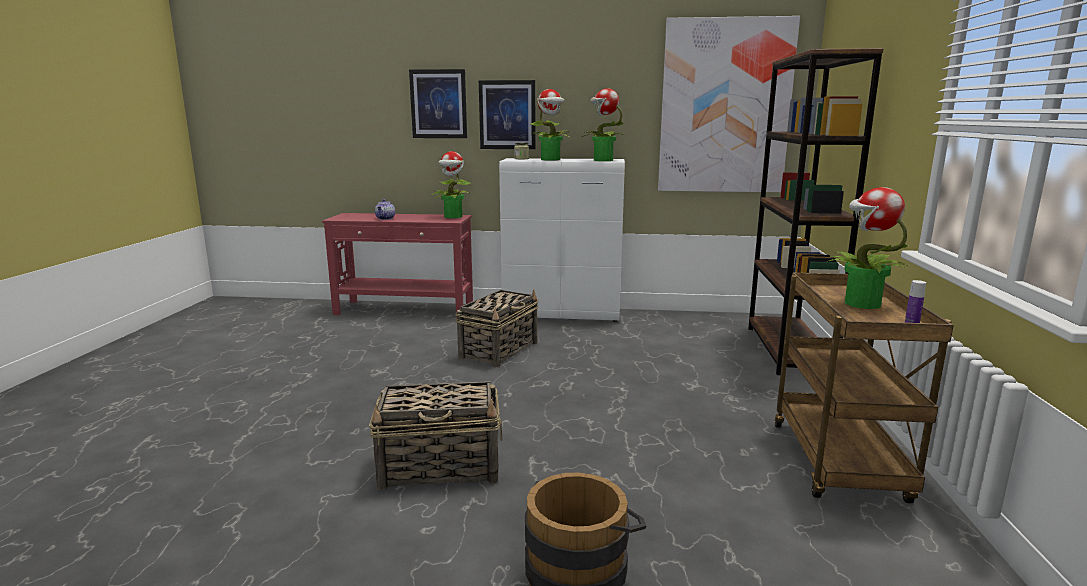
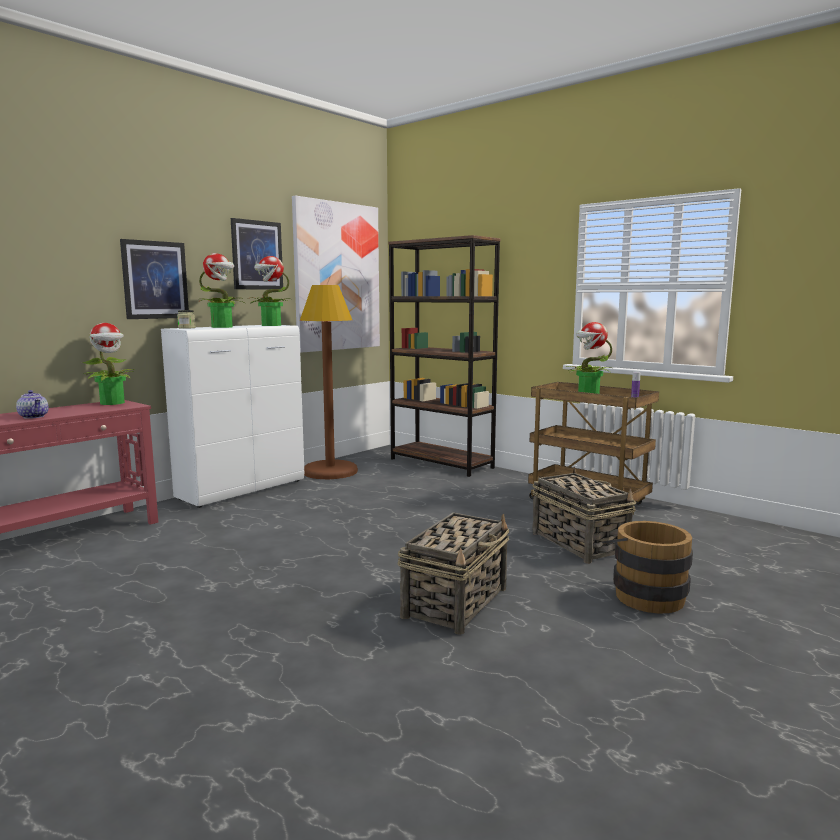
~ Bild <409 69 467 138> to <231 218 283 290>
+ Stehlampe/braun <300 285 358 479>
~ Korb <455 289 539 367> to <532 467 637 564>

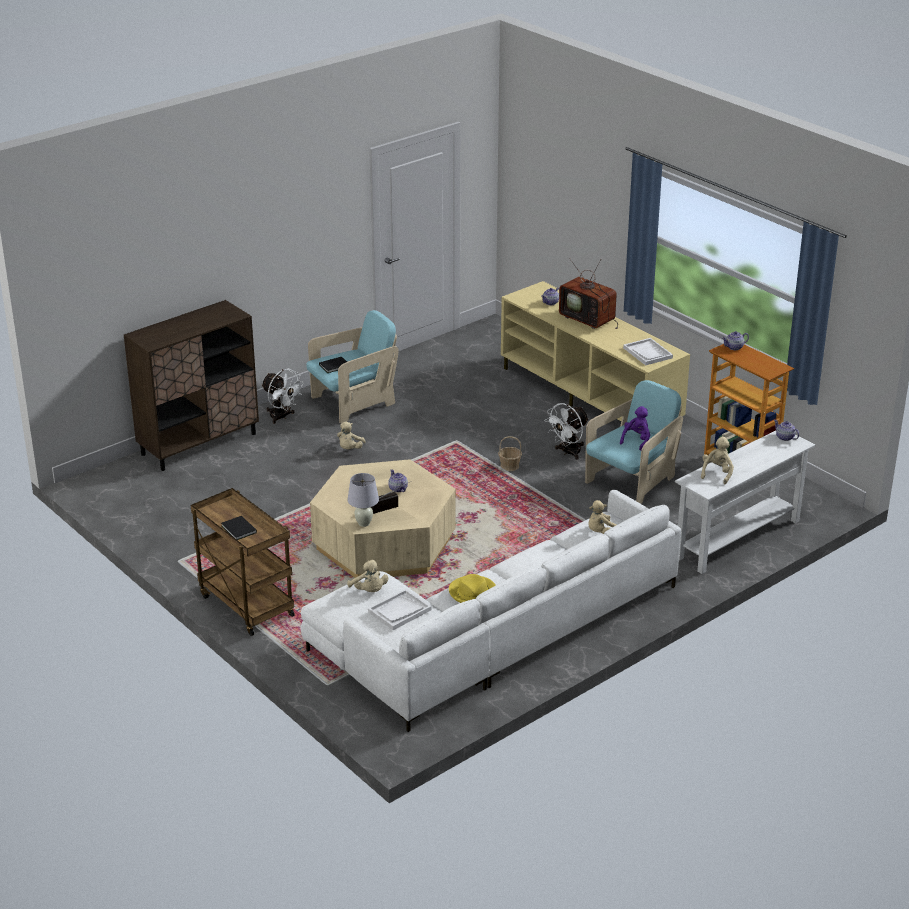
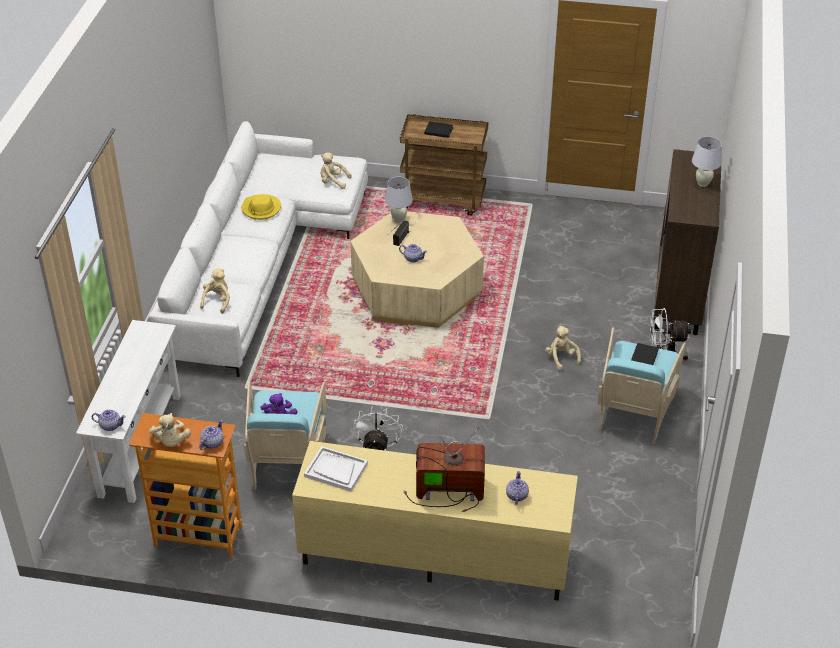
~ Plüschtier/beige <701 437 734 484> to <149 413 191 447>
+ Tischlampe/weiß <692 136 722 187>
- Tablett/weiß <368 589 431 630>
- Korb <498 436 522 471>

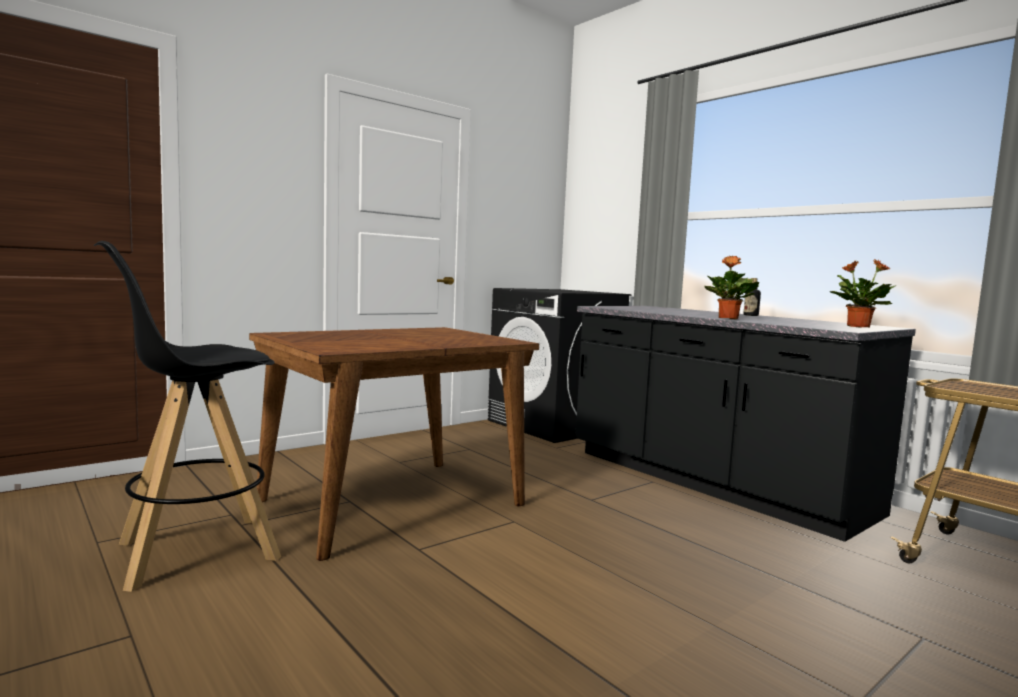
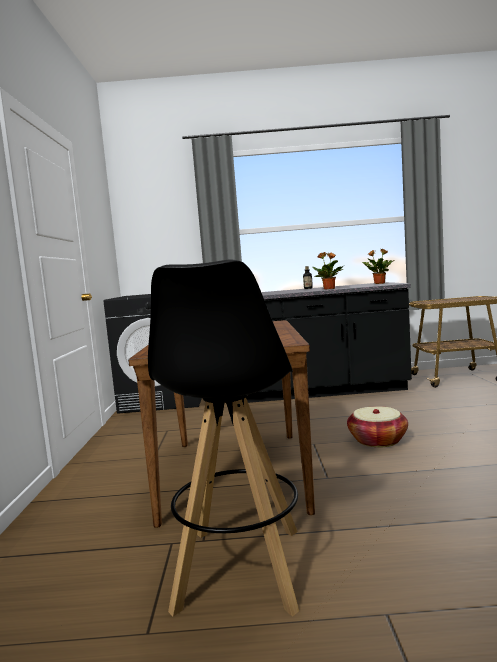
+ Korb <347 406 408 448>

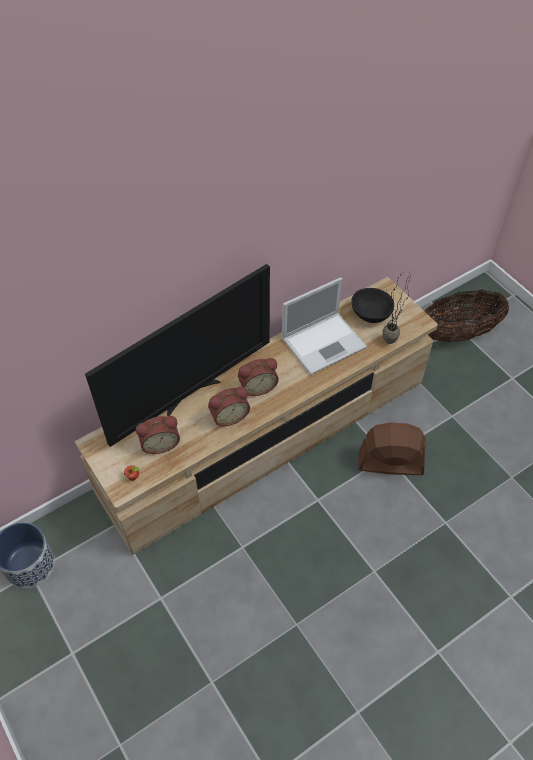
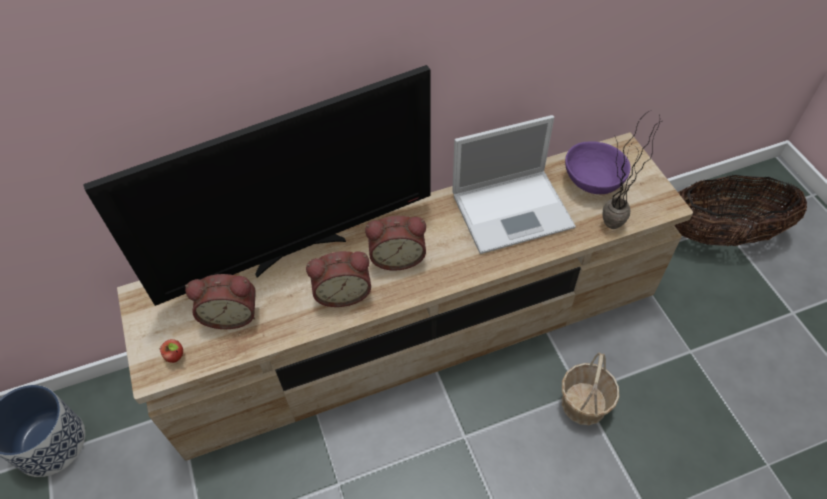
~ Ventilator/braun <358 422 427 475> to Korb <562 352 619 425>
~ Schüssel/schwarz <351 288 394 323> to Schüssel/lila <565 141 631 194>

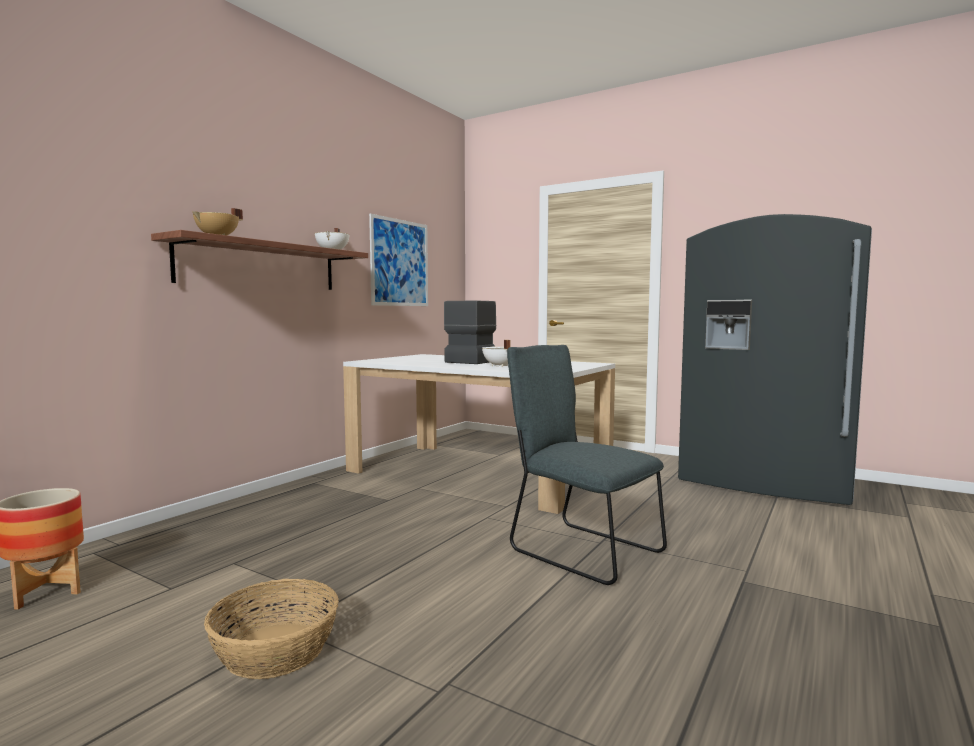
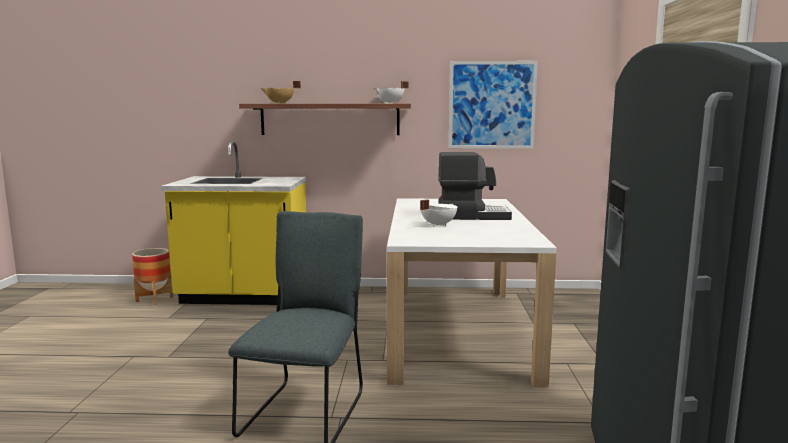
+ Küchenzeile/gelb <161 142 306 305>
- Korb <204 579 339 679>

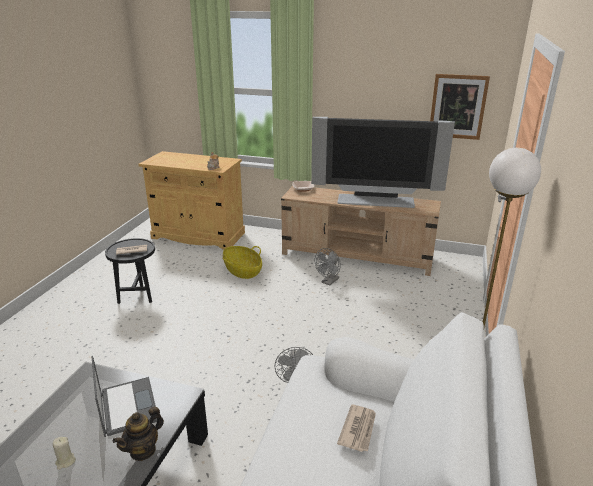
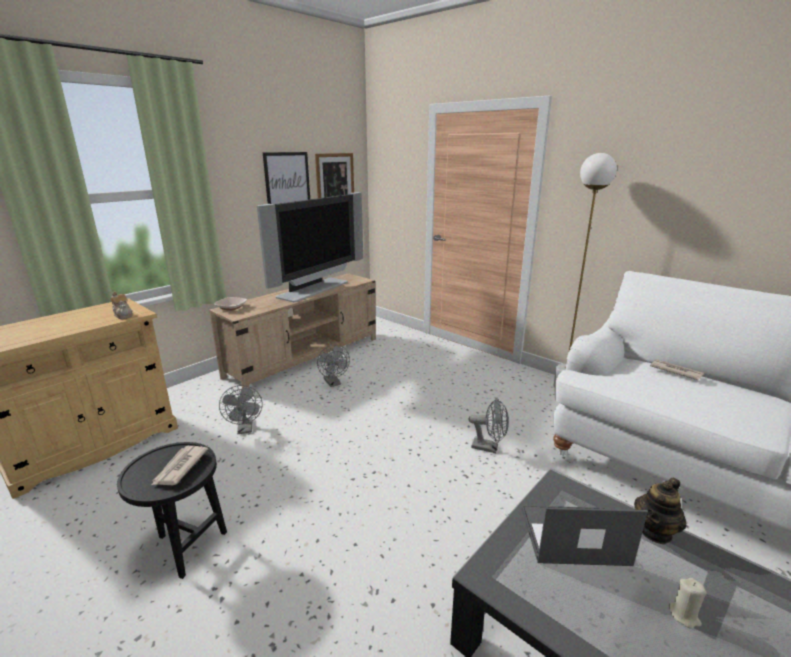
~ Korb <222 246 262 279> to Ventilator/grau <219 385 263 434>
+ Bild <263 152 310 204>
~ Teekanne <113 406 164 461> = <634 478 686 544> 75 degrees clockwise

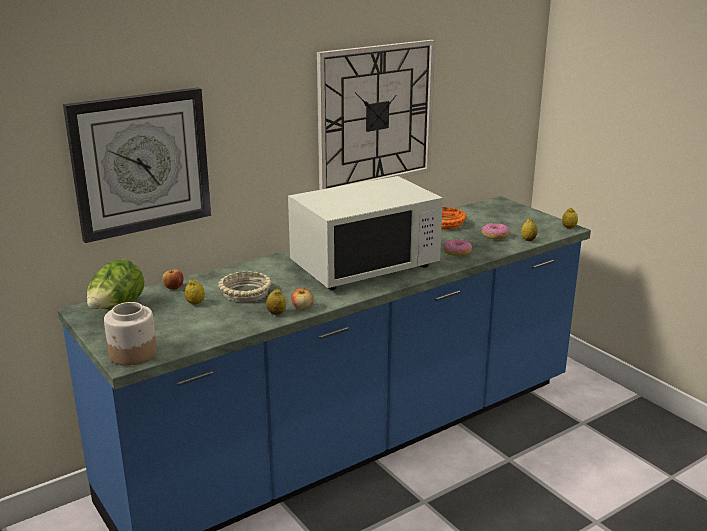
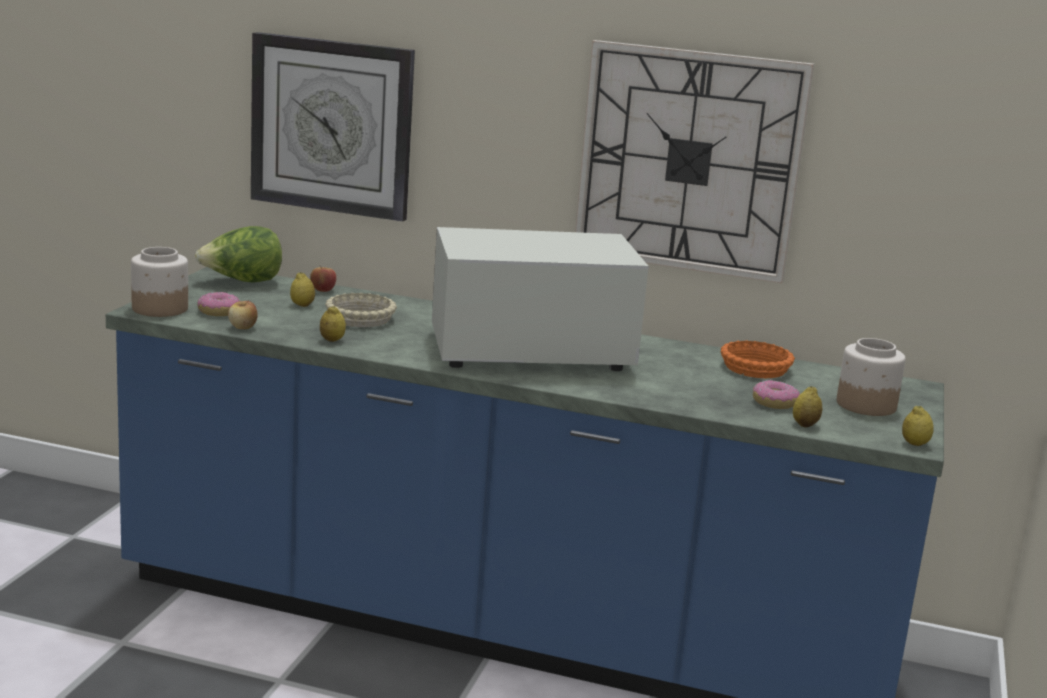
~ Donut <443 239 472 256> to <197 292 240 316>
~ Apfel <291 287 313 310> to <228 300 258 329>
~ Mikrowelle/weiß <288 176 443 290> = <432 227 649 371> 150 degrees clockwise
+ Vorratsglas <837 338 906 416>

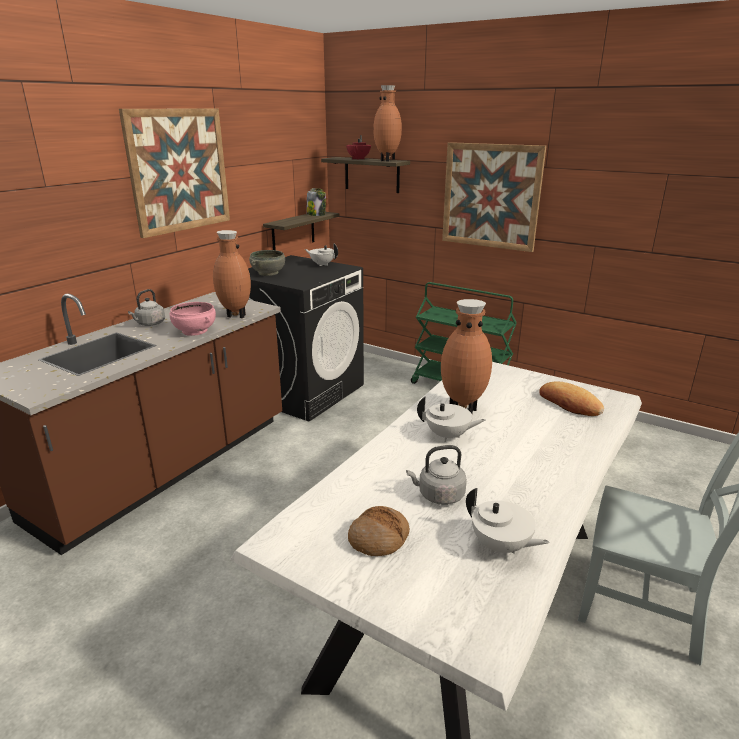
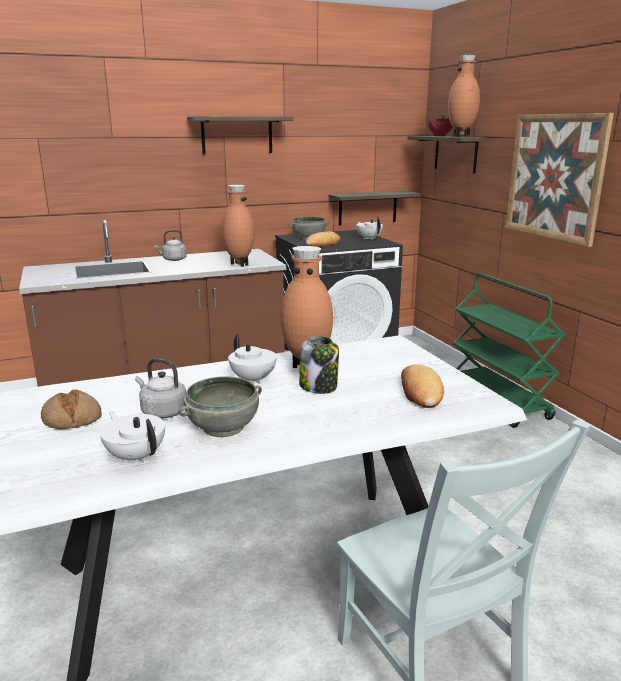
~ Teekanne/weiß <466 488 550 554> = <100 412 165 463> 150 degrees clockwise
+ Schüssel/grau <179 376 262 437>
~ Bild <119 109 230 238> to Wandregal <187 116 294 154>
~ Vorratsglas <306 188 326 216> to <299 336 339 394>
+ Brot <306 231 340 247>
- Schüssel/rosa <169 302 216 336>

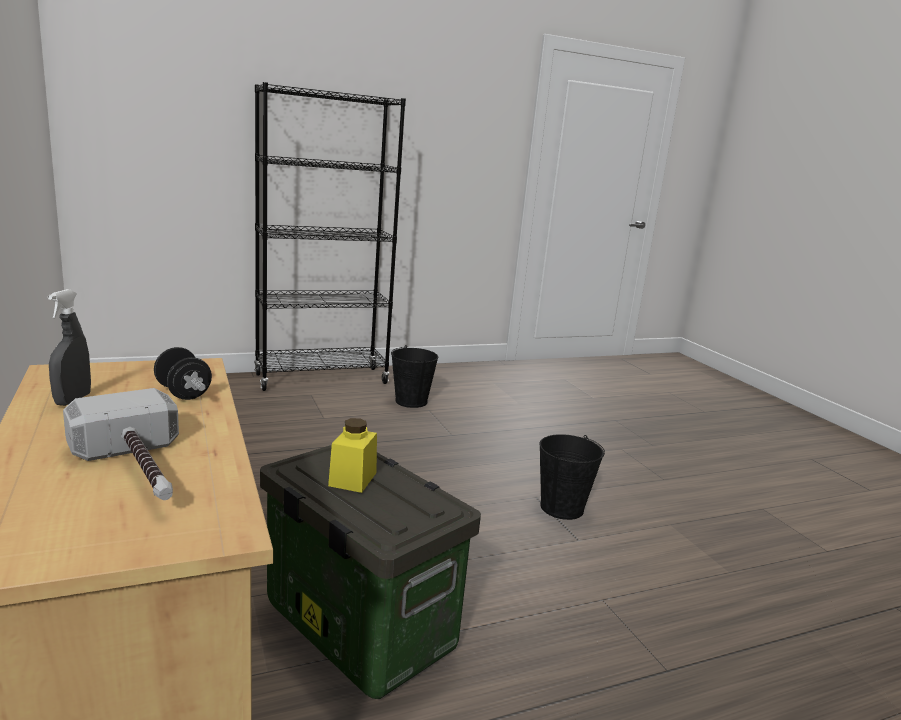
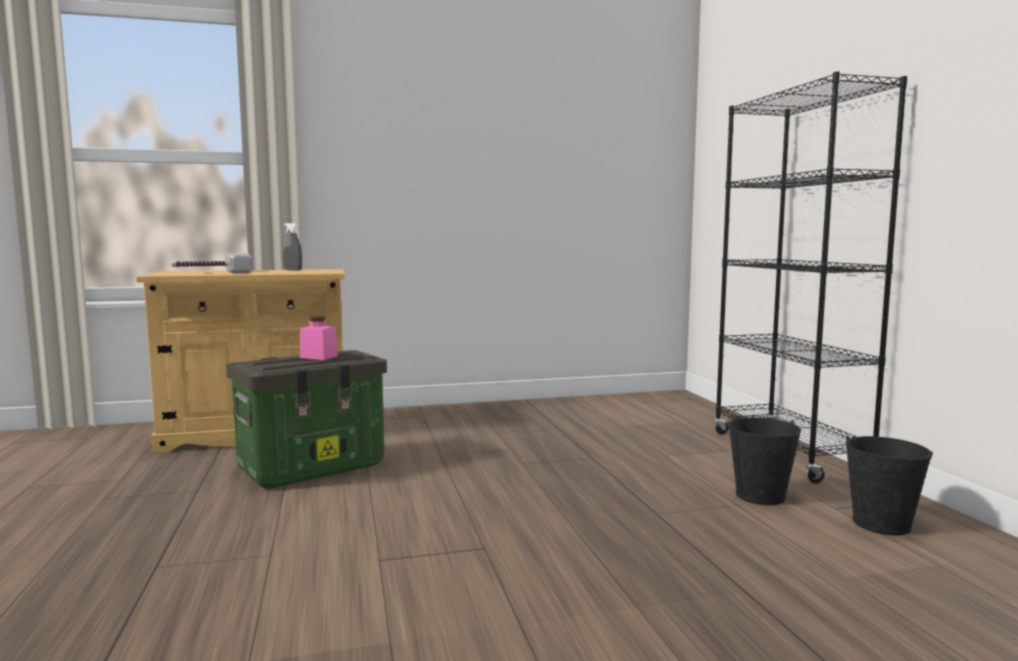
~ Vorratsglas/gelb <328 418 377 493> to Vorratsglas/rosa <300 316 338 360>
~ Eimer/schwarz <539 434 605 520> to <845 435 933 535>
- Hantel/schwarz <154 347 212 400>

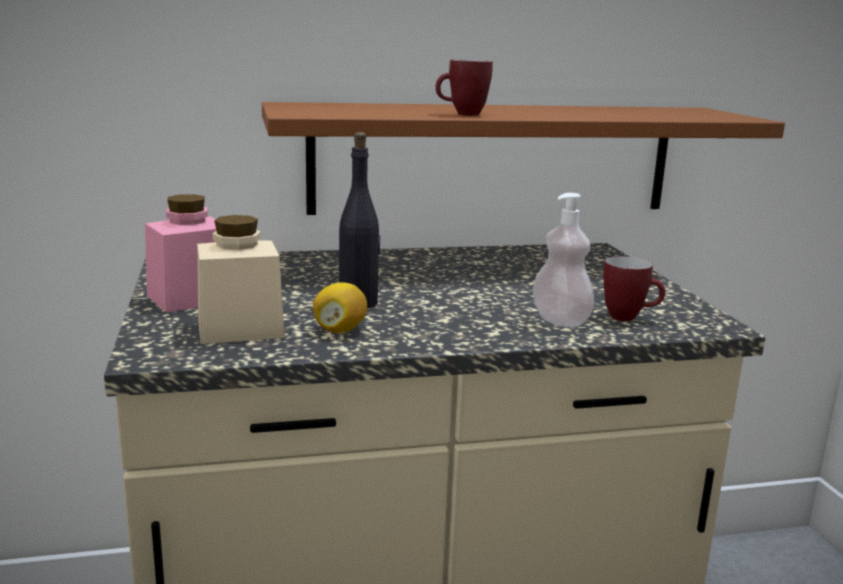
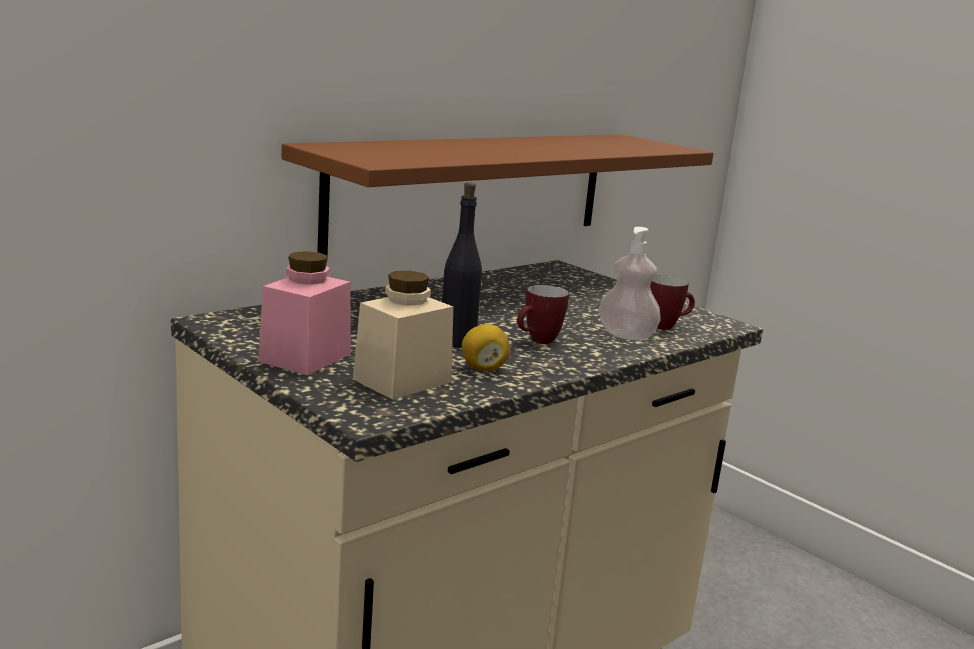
~ Henkelbecher <436 59 493 116> to <517 285 569 344>

